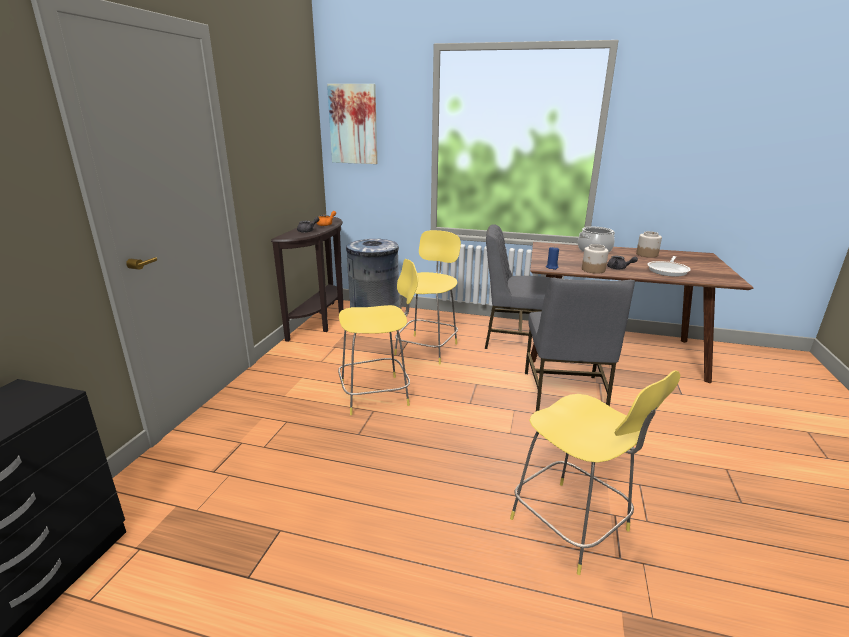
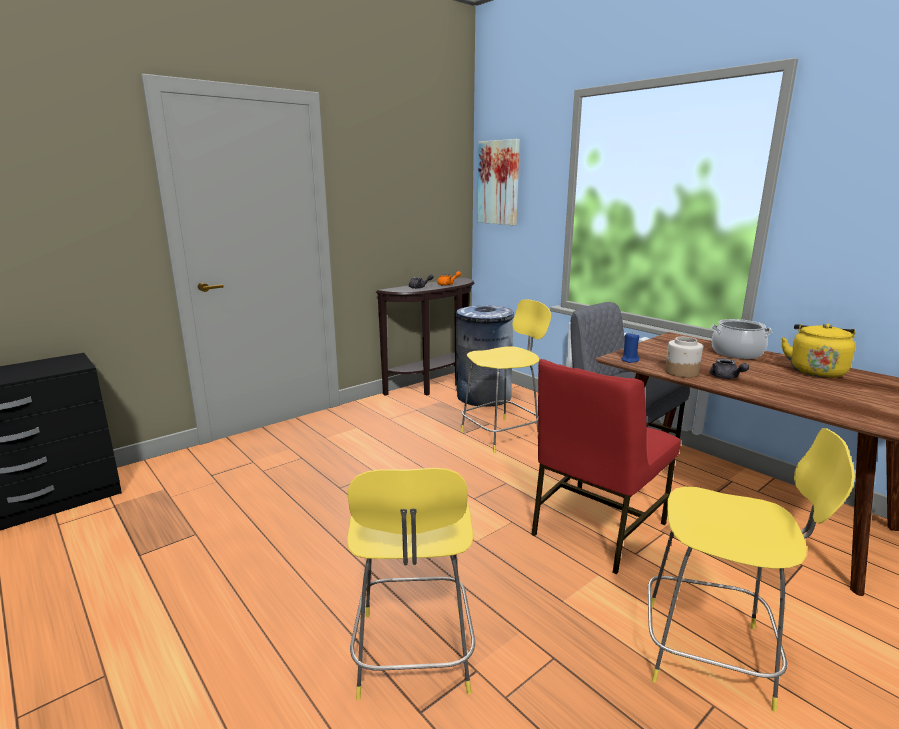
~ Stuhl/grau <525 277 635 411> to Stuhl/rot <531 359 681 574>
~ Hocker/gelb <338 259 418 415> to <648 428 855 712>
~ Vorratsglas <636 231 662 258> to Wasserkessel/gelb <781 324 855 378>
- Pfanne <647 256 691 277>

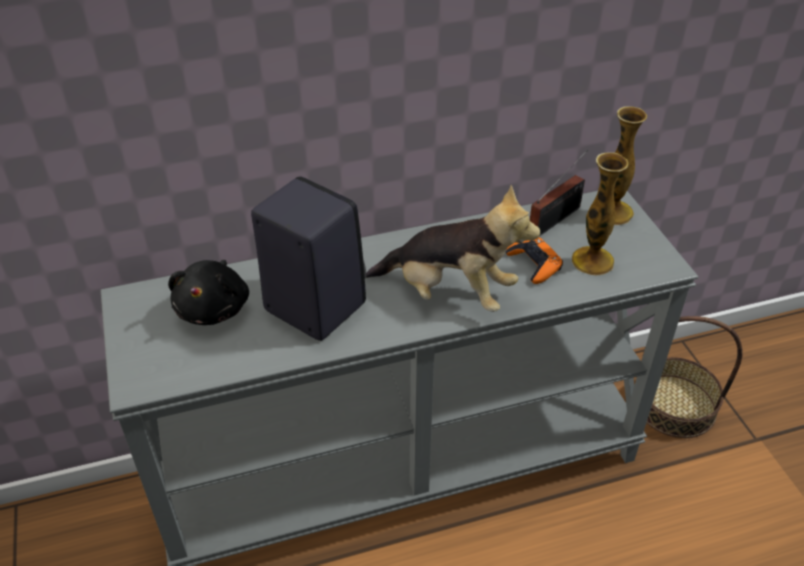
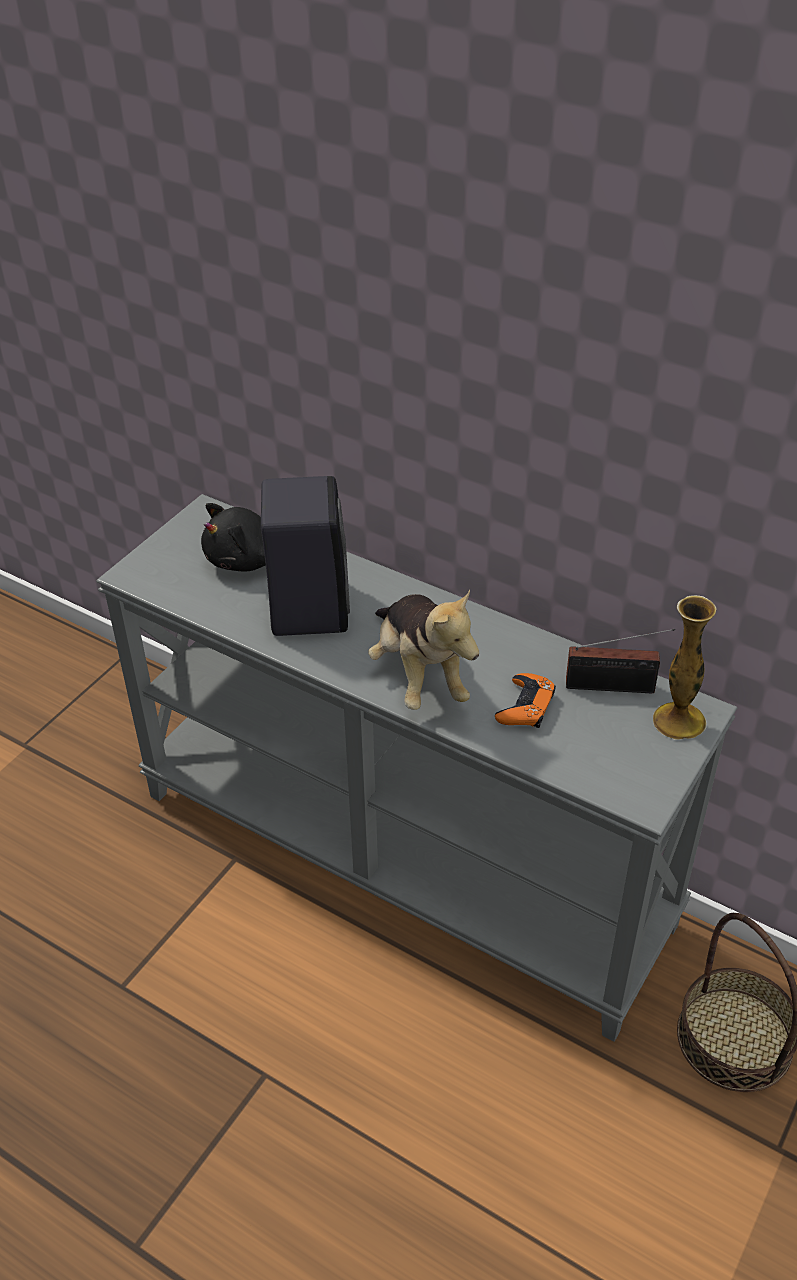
- Vase <572 152 628 275>

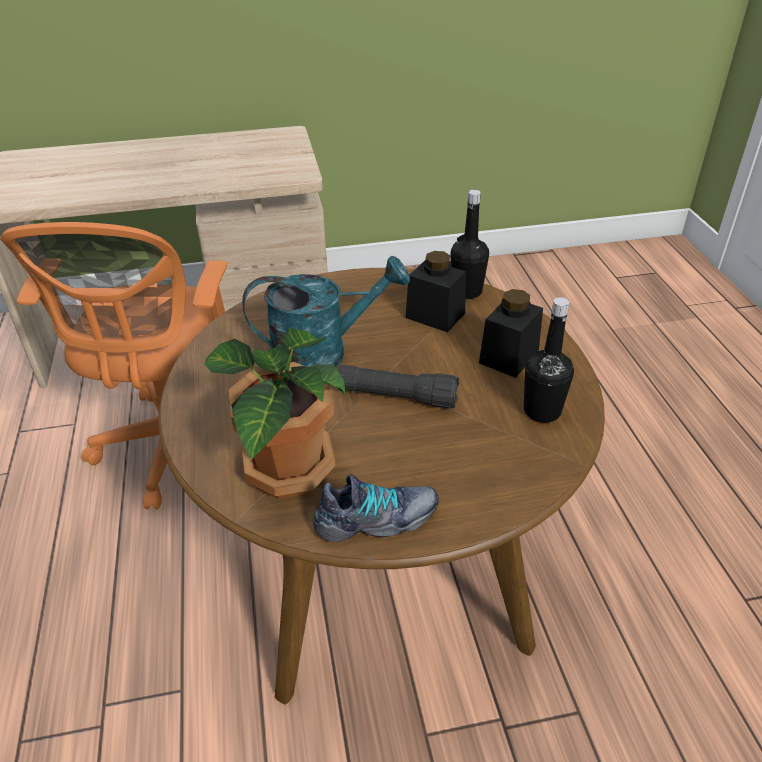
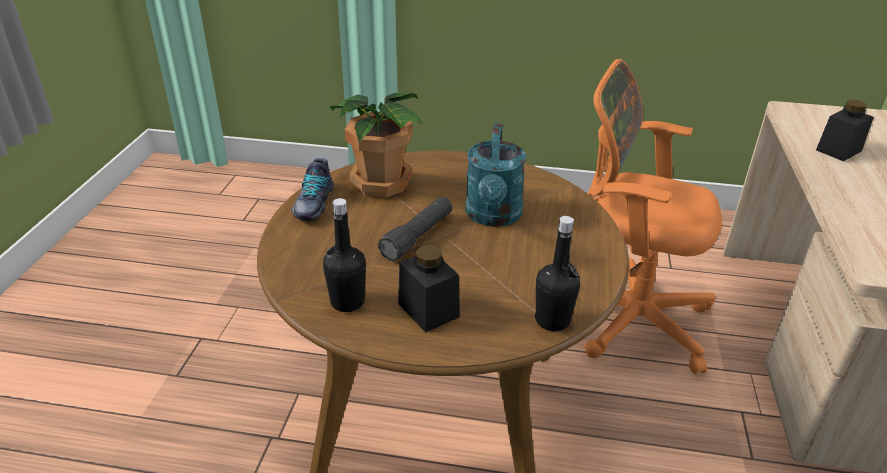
~ Vorratsglas/schwarz <406 251 466 332> to <816 100 874 161>

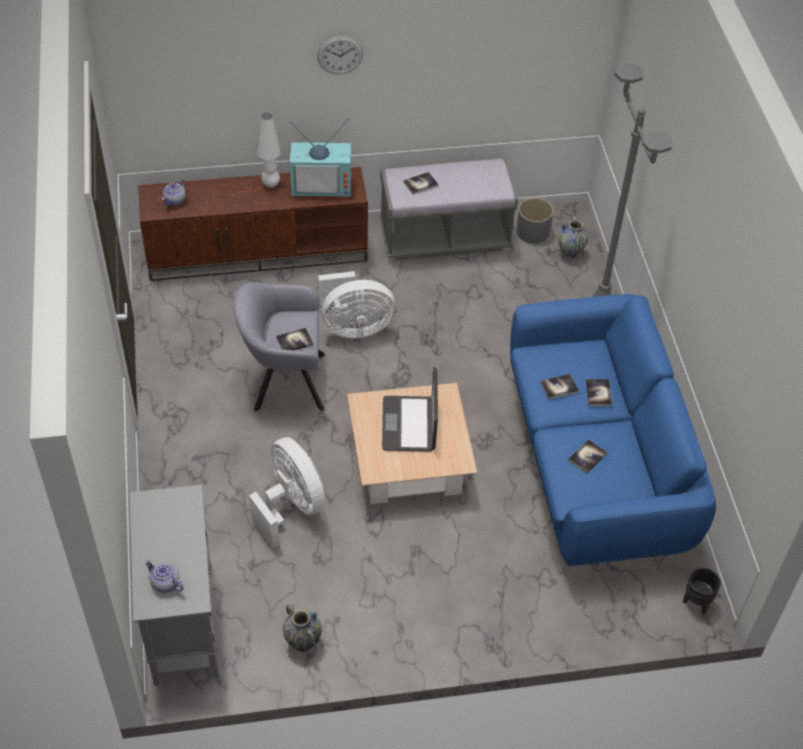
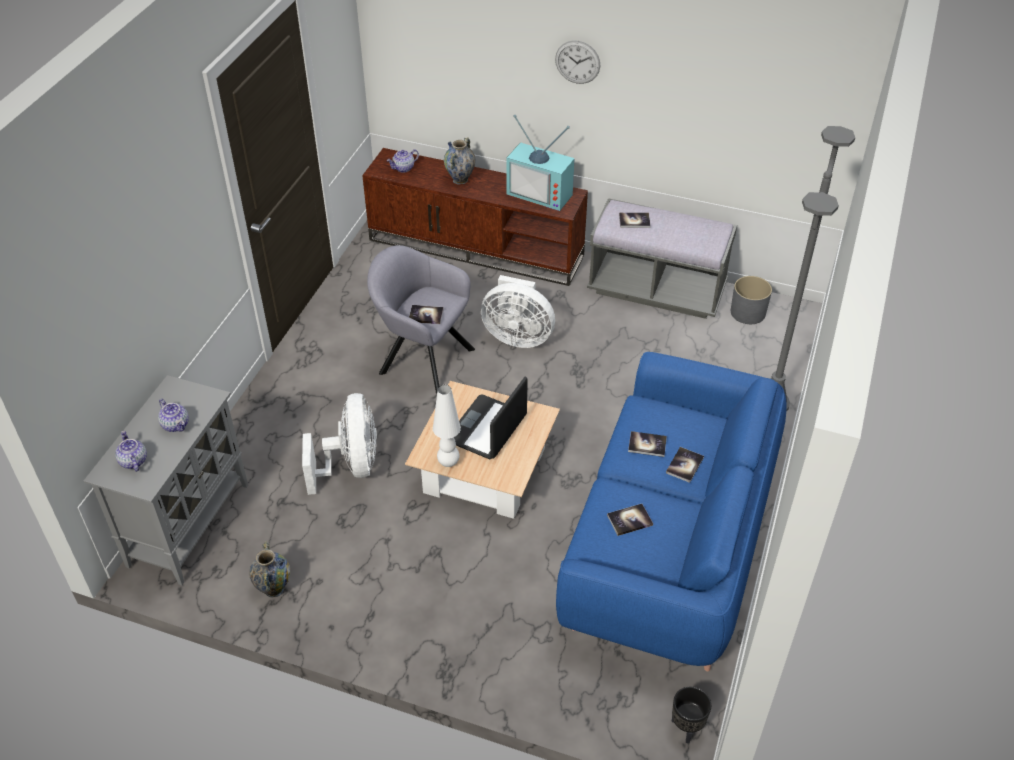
+ Teekanne <158 399 189 432>
~ Tischlampe/weiß <258 113 281 188> to <433 385 461 467>
~ Vase <558 214 588 259> to <444 137 475 185>

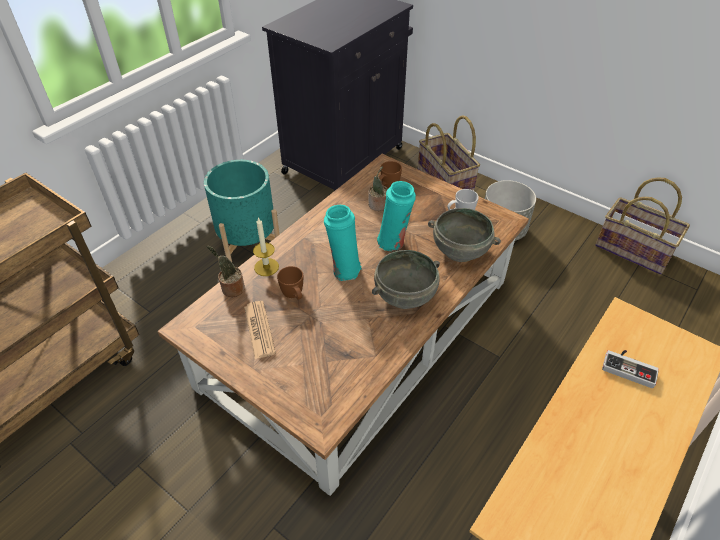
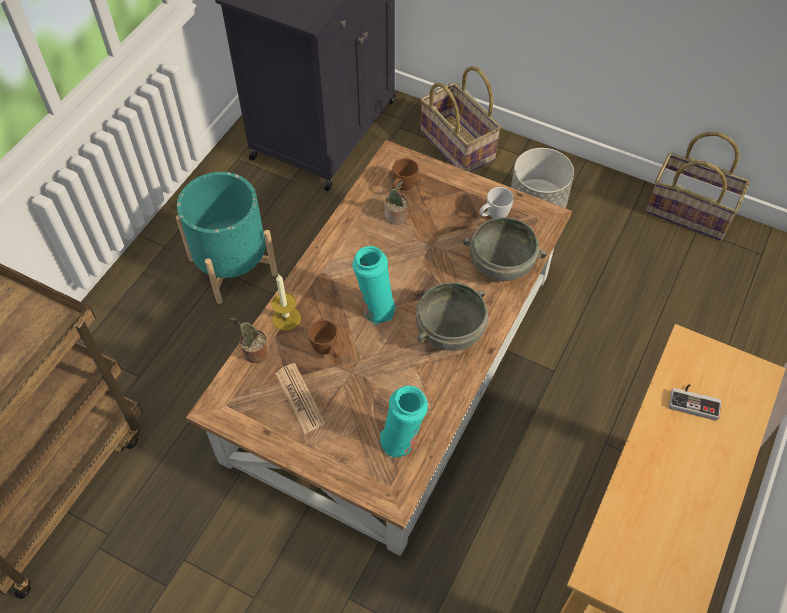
~ Vase/türkis <377 181 416 251> to <380 386 428 457>

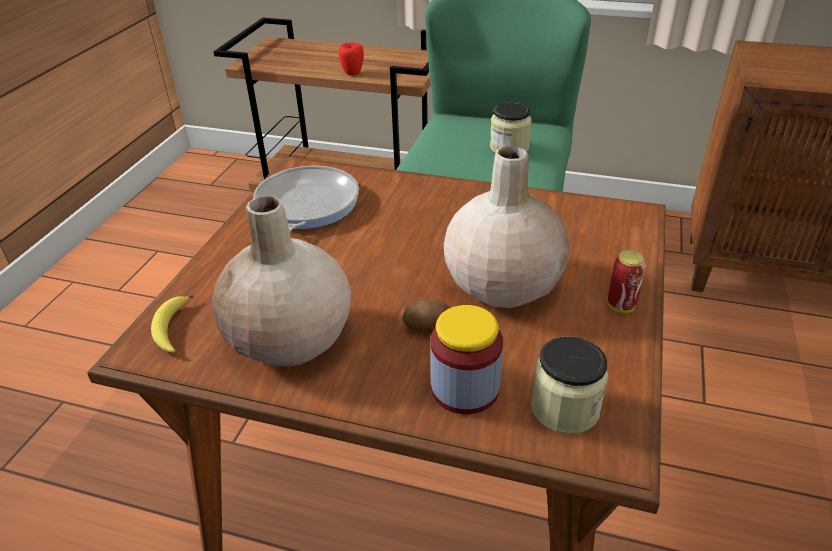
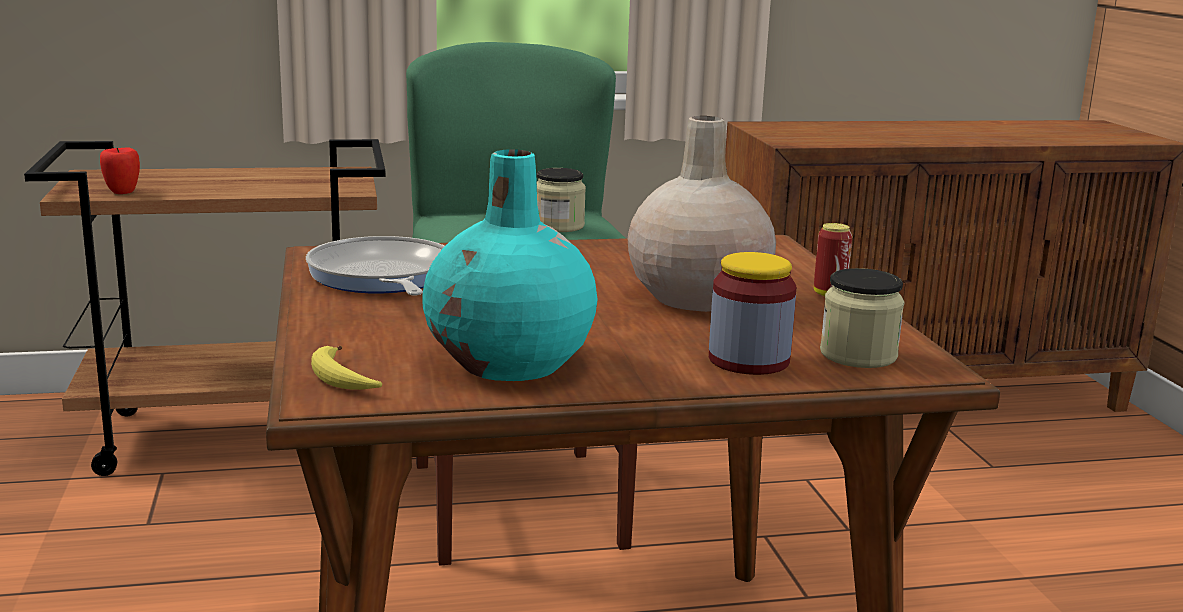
~ Apfel <339 43 364 76> to <100 147 140 194>
~ Vase/beige <212 196 351 366> to Vase/türkis <422 149 598 381>
- Kartoffel <403 299 450 334>

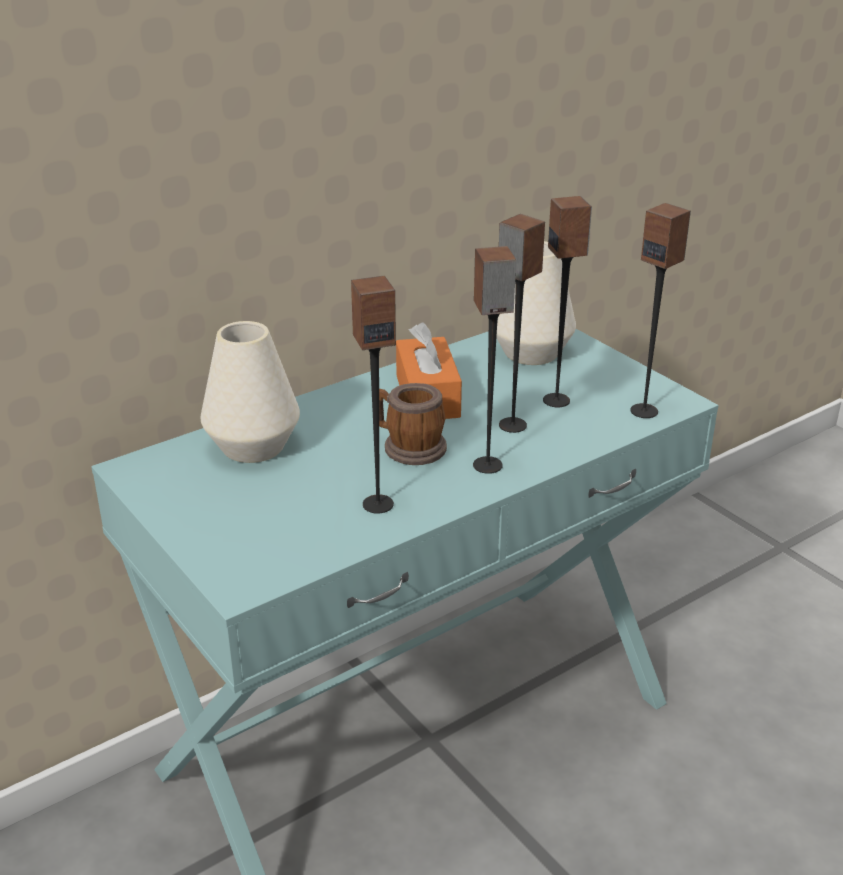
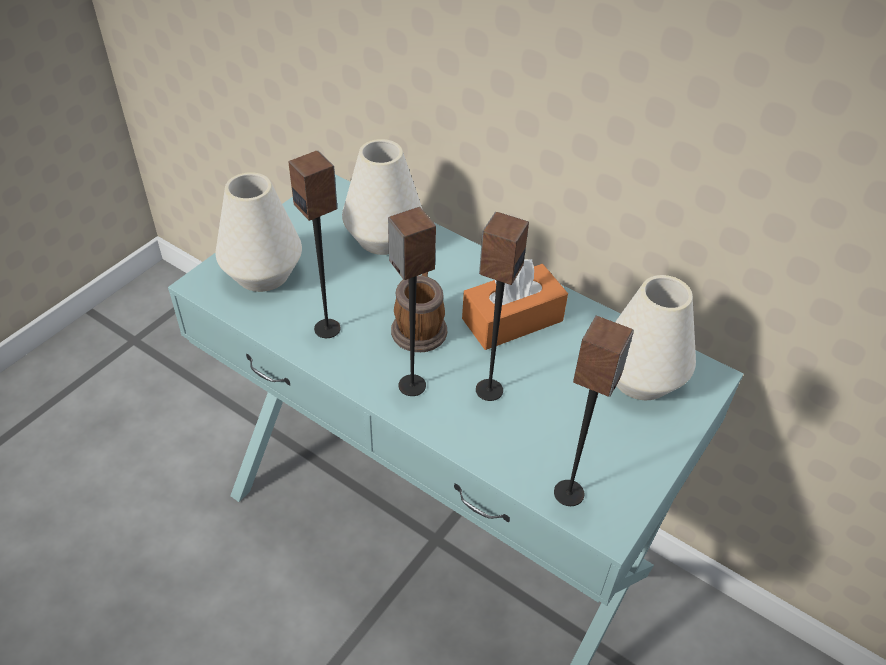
+ Vase/weiß <215 172 302 292>
- Lautsprecher <543 196 592 407>

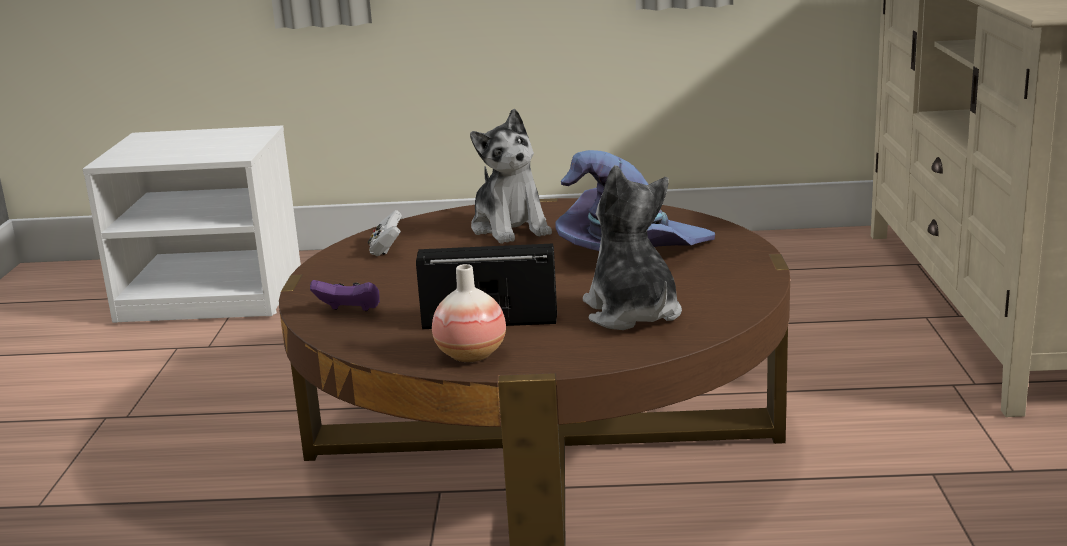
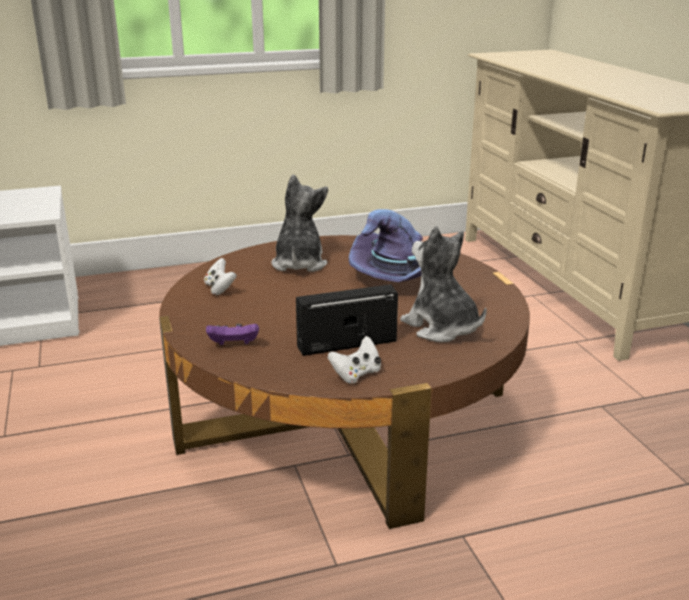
~ Plüschtier <470 109 552 244> = <271 175 328 272> 135 degrees counterclockwise
~ Vase <432 264 506 362> to Gamepad/weiß <328 336 381 384>

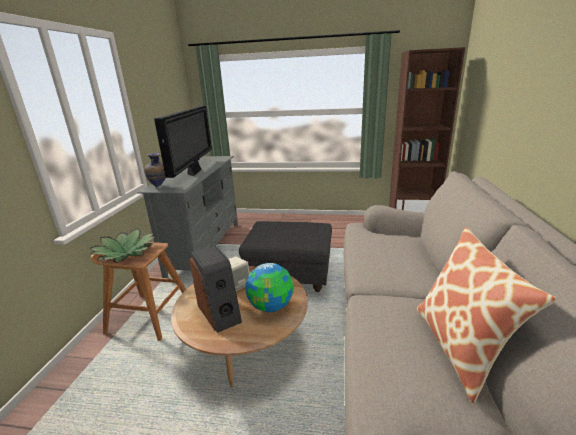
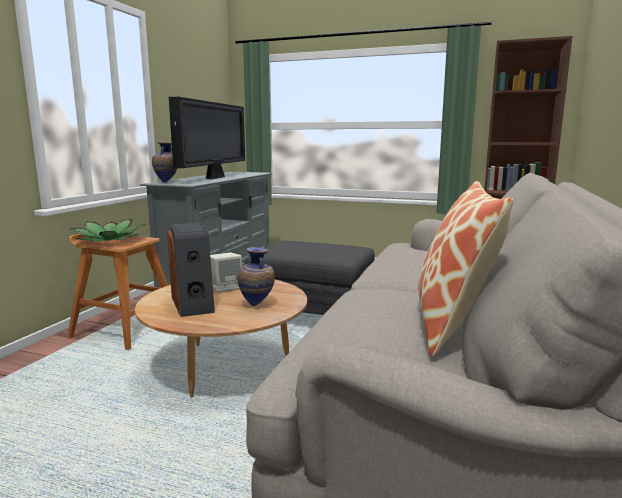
~ Globus <245 263 293 312> to Vase <237 247 275 306>

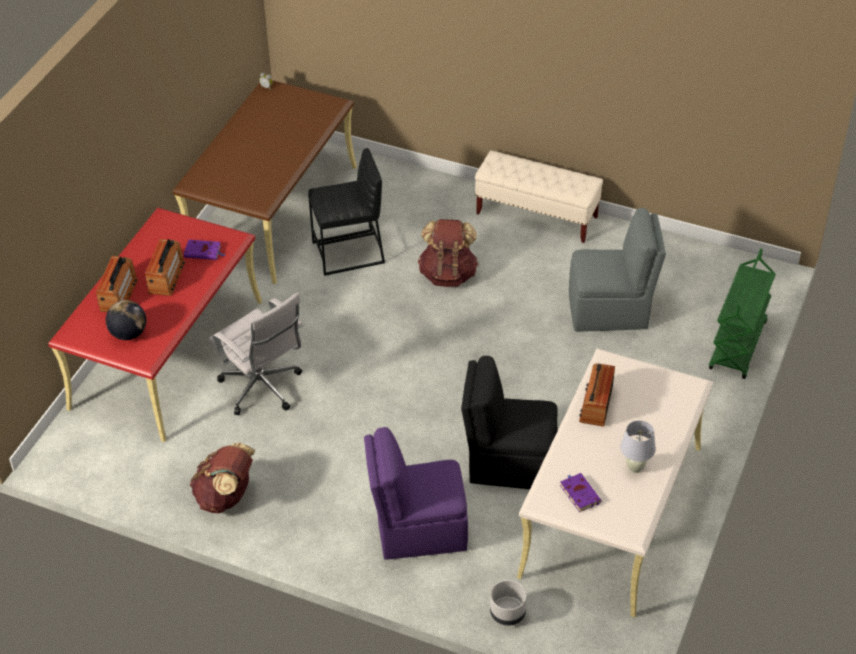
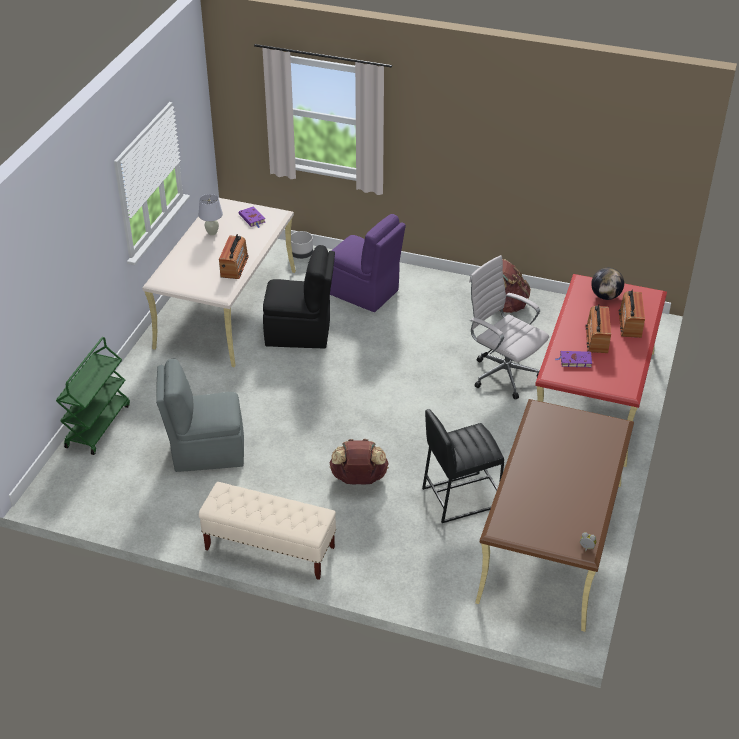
~ Stuhl/lila <364 427 468 560> = <330 214 406 312> 45 degrees clockwise

